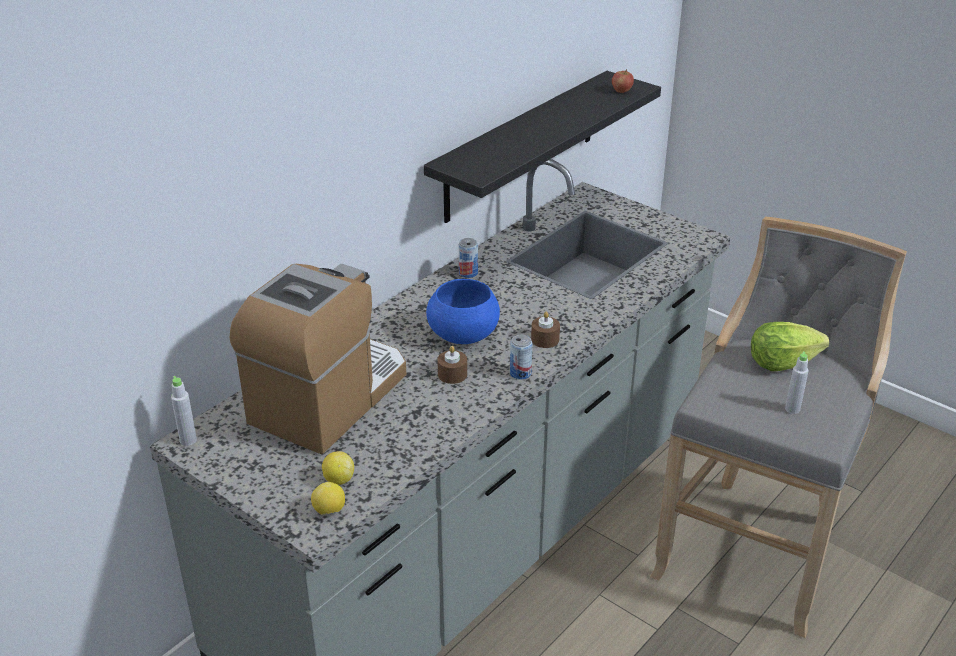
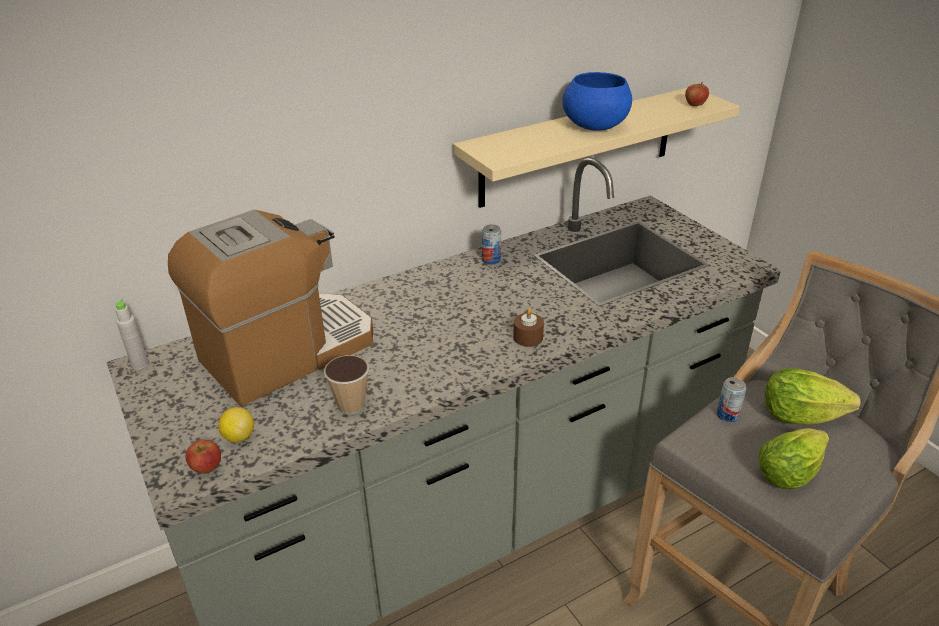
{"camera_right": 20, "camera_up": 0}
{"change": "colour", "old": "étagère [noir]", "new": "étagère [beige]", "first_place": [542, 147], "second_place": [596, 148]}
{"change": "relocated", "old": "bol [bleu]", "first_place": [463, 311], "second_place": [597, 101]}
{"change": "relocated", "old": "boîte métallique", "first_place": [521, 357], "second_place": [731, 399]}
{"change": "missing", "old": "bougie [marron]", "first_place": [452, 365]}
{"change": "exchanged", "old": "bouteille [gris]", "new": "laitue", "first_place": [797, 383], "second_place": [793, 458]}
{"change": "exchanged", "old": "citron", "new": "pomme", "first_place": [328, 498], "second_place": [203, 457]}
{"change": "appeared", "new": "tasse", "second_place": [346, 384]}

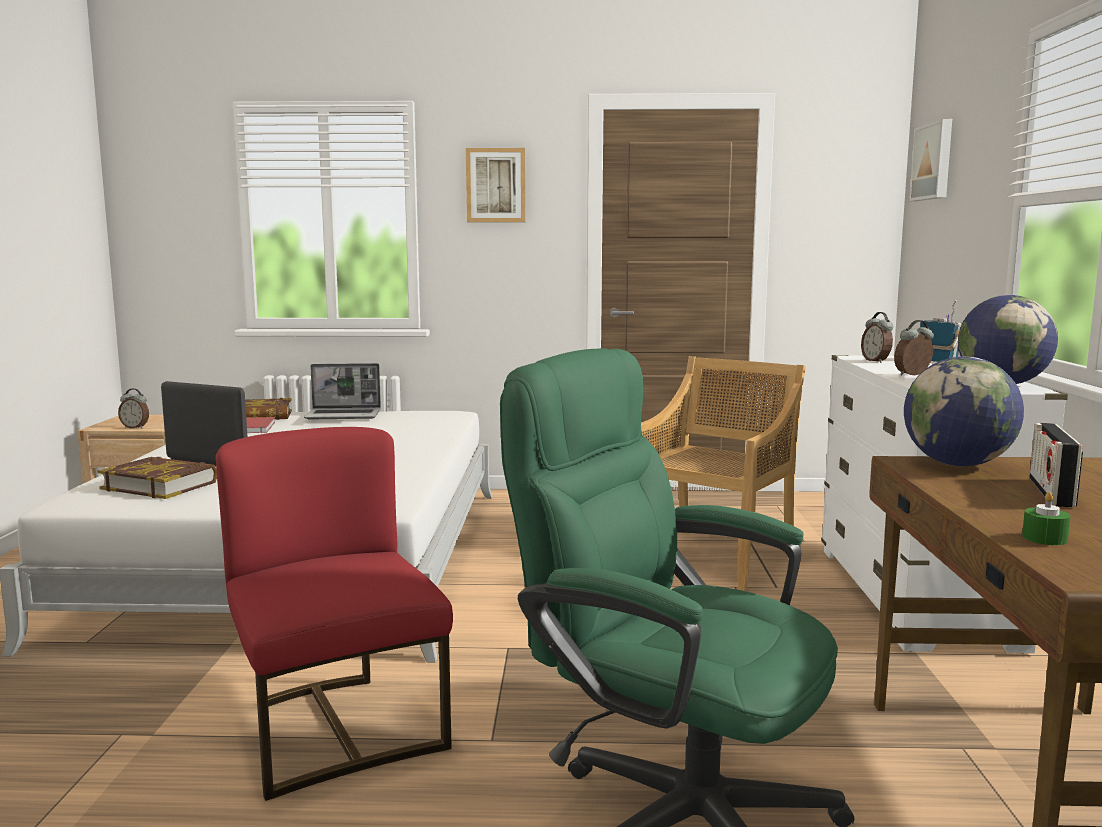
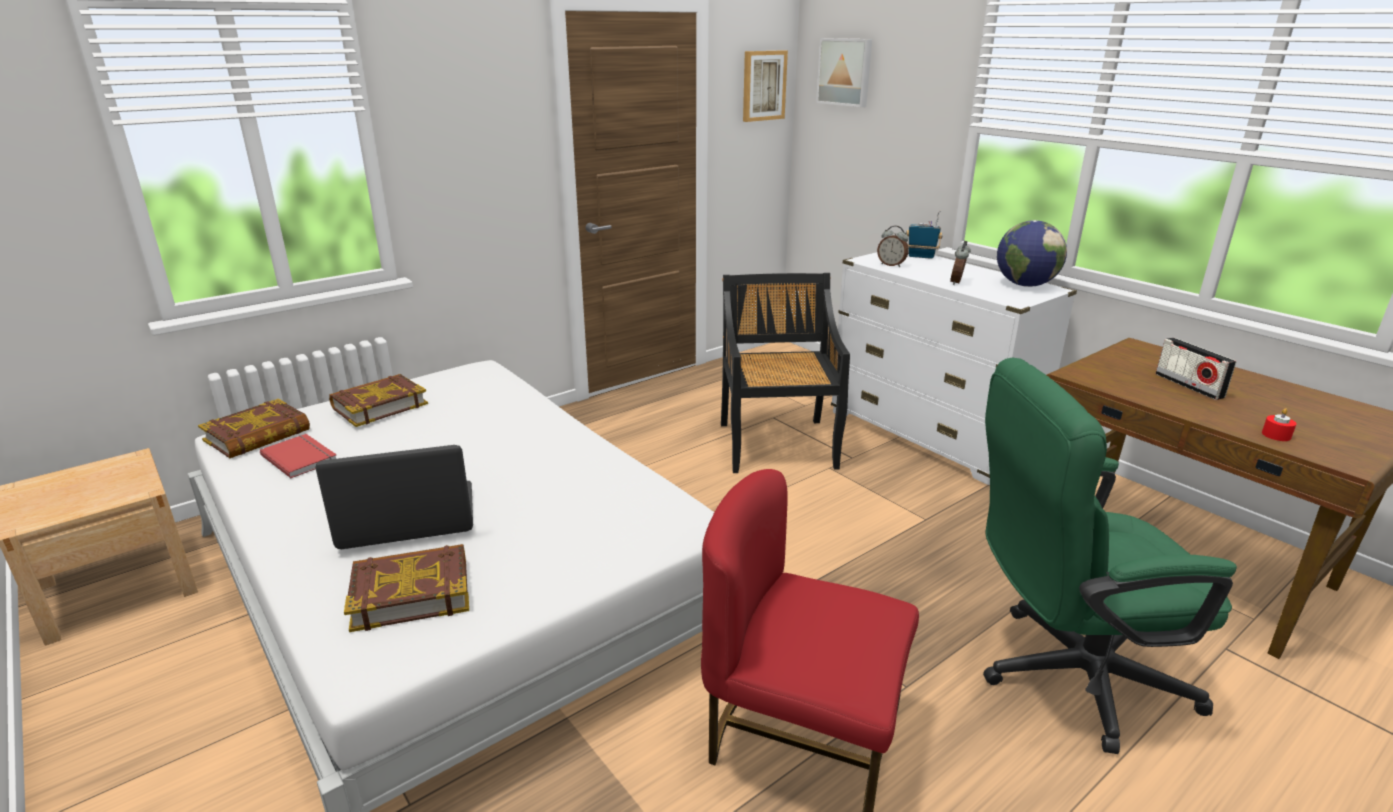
{"camera_right": -40, "camera_up": 15}
{"change": "relocated", "old": "tableau", "first_place": [496, 185], "second_place": [765, 86]}
{"change": "colour", "old": "chaise [beige]", "new": "chaise [noir]", "first_place": [723, 473], "second_place": [785, 373]}
{"change": "missing", "old": "globe", "first_place": [964, 411]}
{"change": "exchanged", "old": "ordinateur portable", "new": "livre", "first_place": [342, 391], "second_place": [378, 400]}
{"change": "missing", "old": "réveil", "first_place": [133, 409]}
{"change": "colour", "old": "bougie [vert]", "new": "bougie [rouge]", "first_place": [1046, 518], "second_place": [1279, 424]}

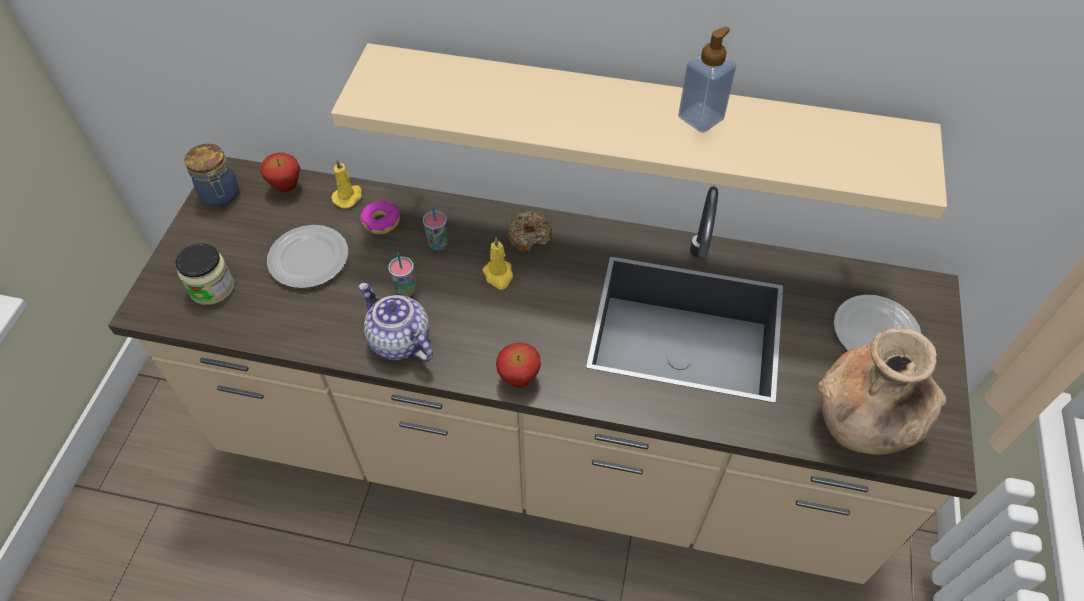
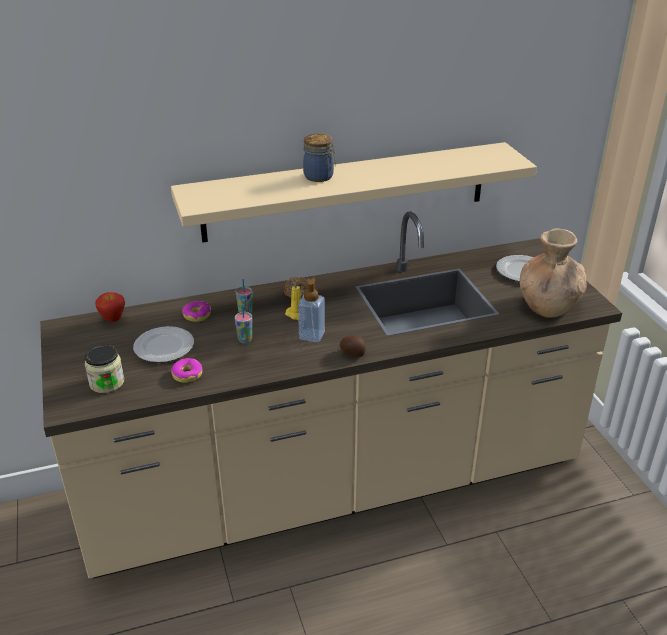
{"camera_right": -30, "camera_up": -20}
{"change": "relocated", "old": "distributeur de savon", "first_place": [707, 79], "second_place": [311, 310]}
{"change": "relocated", "old": "bocal", "first_place": [211, 175], "second_place": [319, 158]}
{"change": "missing", "old": "bougie [jaune]", "first_place": [346, 183]}
{"change": "missing", "old": "théière", "first_place": [396, 322]}
{"change": "exchanged", "old": "pomme", "new": "pomme de terre", "first_place": [518, 365], "second_place": [353, 346]}
{"change": "appeared", "new": "beignet", "second_place": [187, 370]}

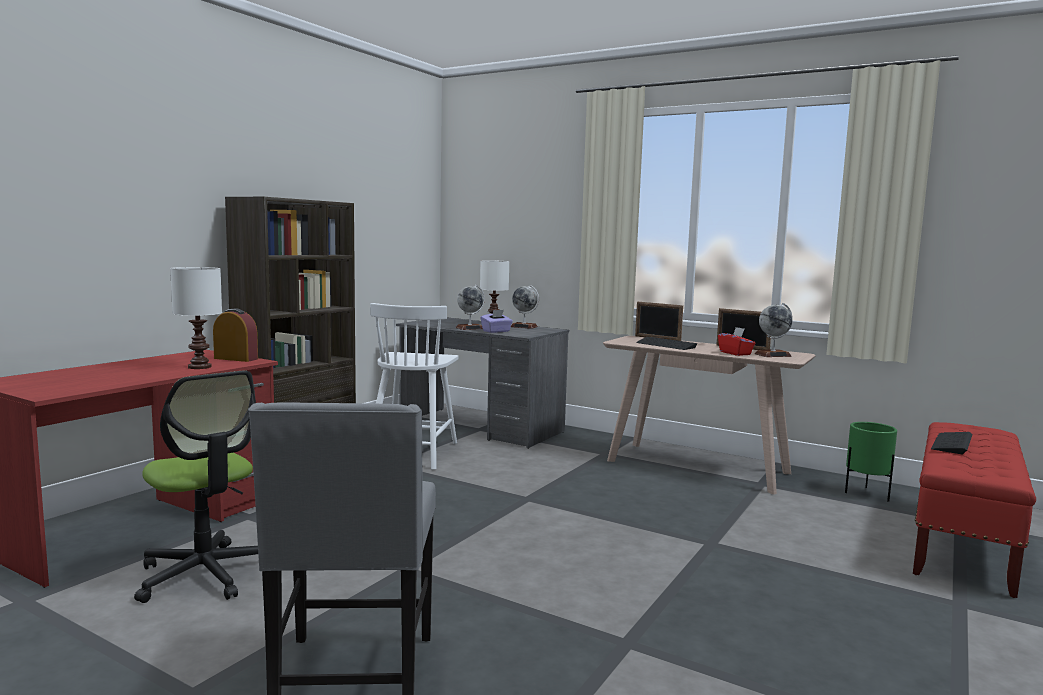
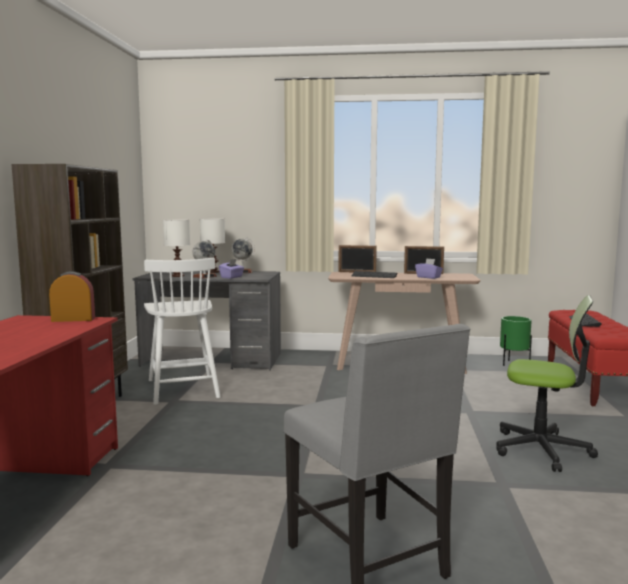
{"camera_right": -25, "camera_up": 0}
{"change": "relocated", "old": "lampe de table [blanc]", "first_place": [196, 318], "second_place": [176, 248]}
{"change": "missing", "old": "globe", "first_place": [774, 330]}
{"change": "colour", "old": "boîte à mouchoirs [rouge]", "new": "boîte à mouchoirs [violet]", "first_place": [736, 341], "second_place": [429, 268]}
{"change": "relocated", "old": "chaise de bureau", "first_place": [196, 486], "second_place": [547, 383]}

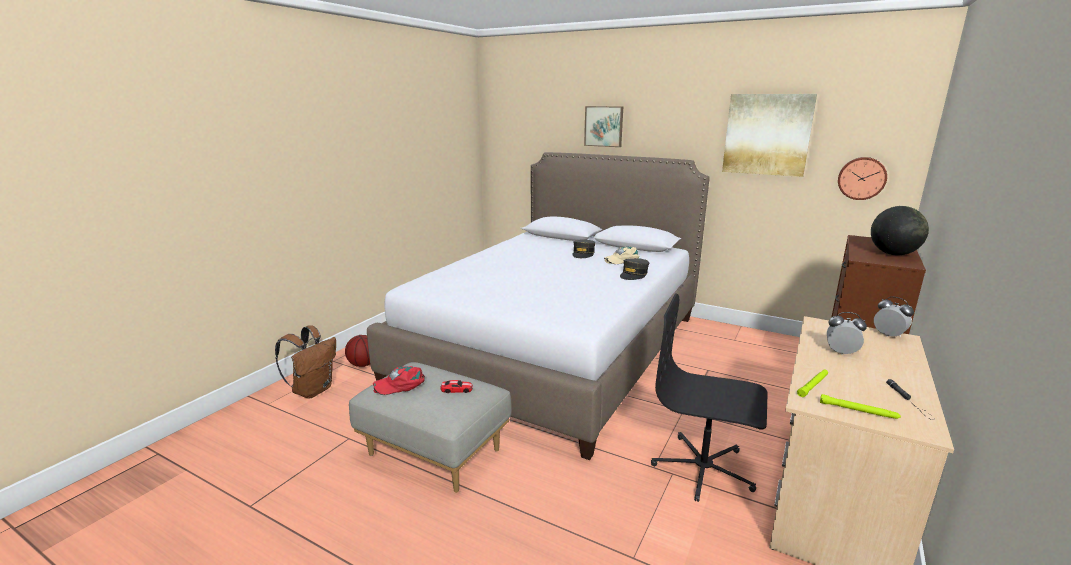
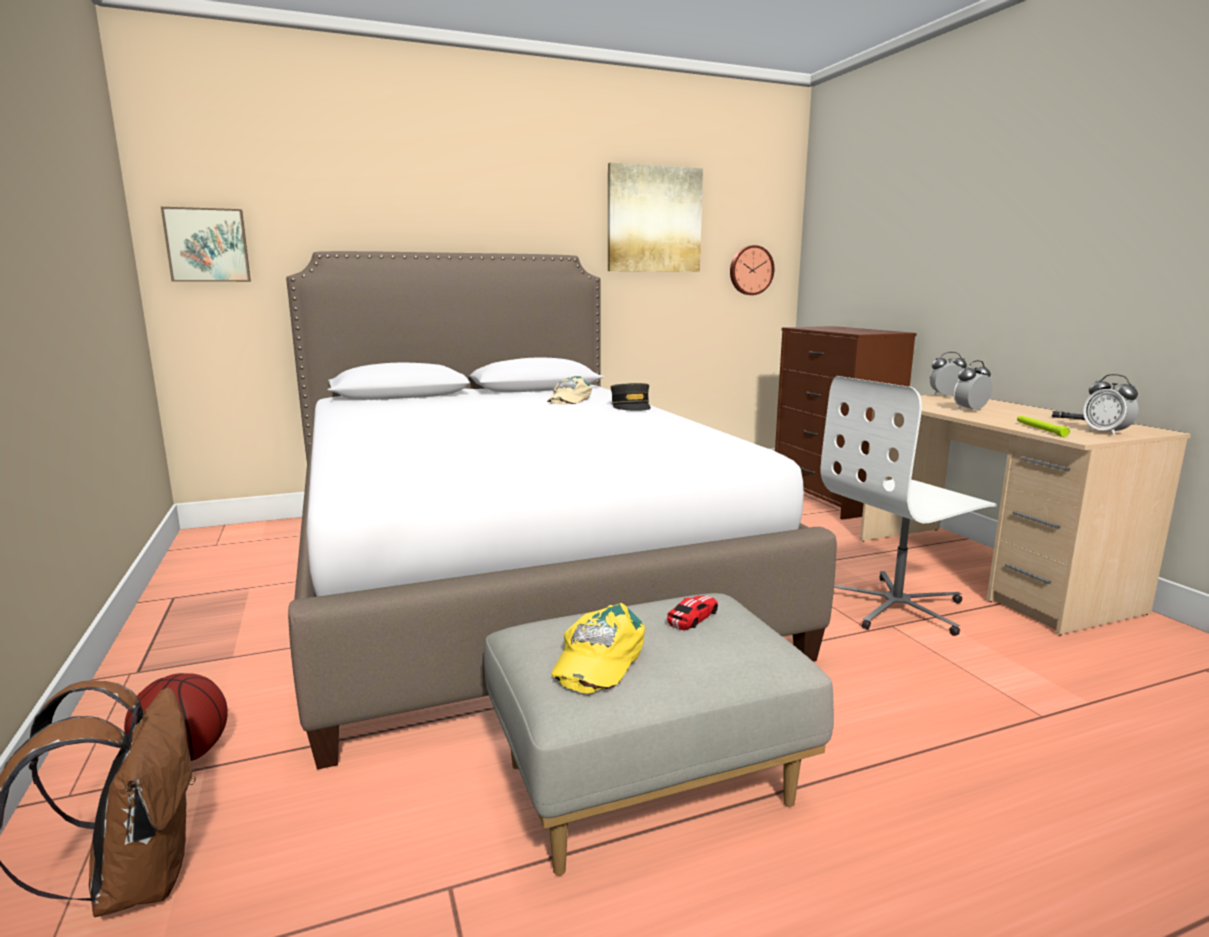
{"camera_right": -50, "camera_up": -5}
{"change": "relocated", "old": "tableau", "first_place": [603, 126], "second_place": [206, 244]}
{"change": "missing", "old": "globe", "first_place": [900, 230]}
{"change": "missing", "old": "casquette [gris]", "first_place": [584, 249]}
{"change": "colour", "old": "chaise de bureau [noir]", "new": "chaise de bureau [blanc]", "first_place": [709, 397], "second_place": [908, 506]}
{"change": "colour", "old": "casquette [rouge]", "new": "casquette [jaune]", "first_place": [398, 380], "second_place": [598, 648]}
{"change": "exchanged", "old": "lampe de poche [vert]", "new": "réveil", "first_place": [860, 406], "second_place": [1111, 405]}

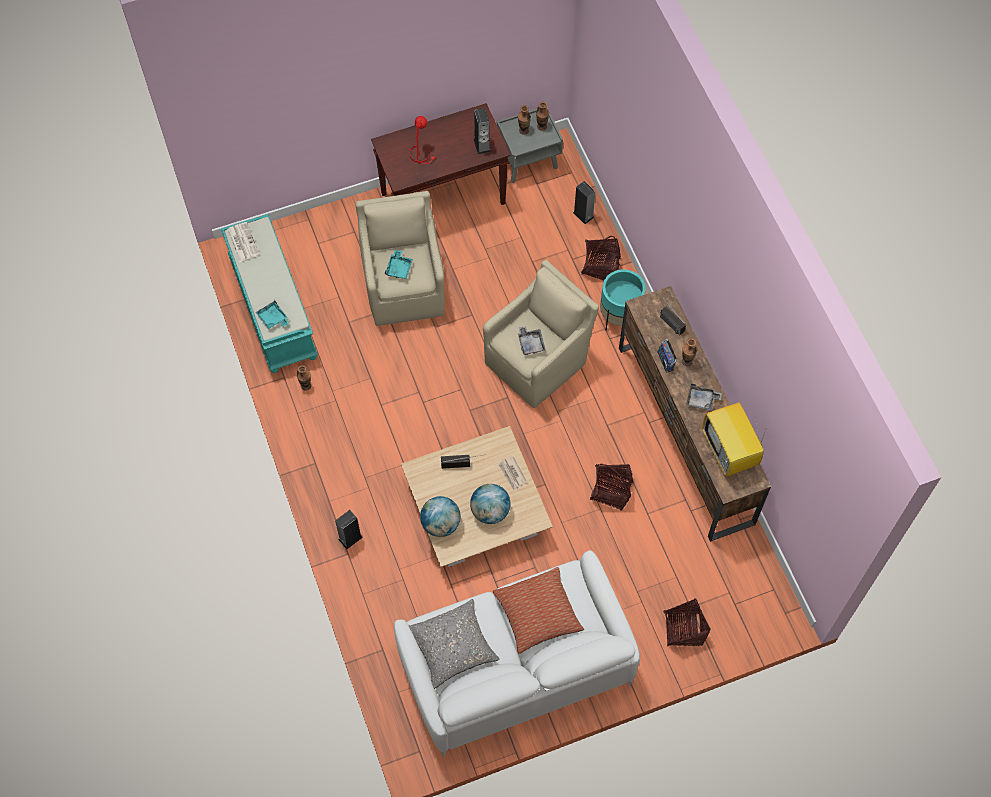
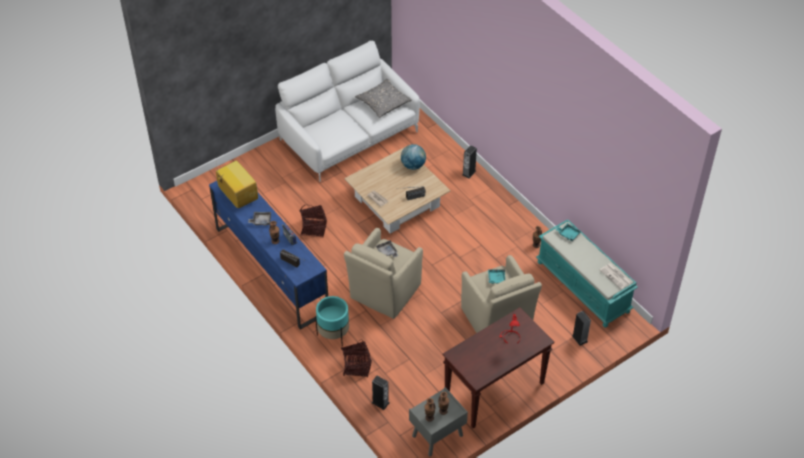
{"camera_right": 165, "camera_up": -15}
{"change": "relocated", "old": "enceinte", "first_place": [482, 131], "second_place": [581, 328]}
{"change": "colour", "old": "meuble télé [marron]", "new": "meuble télé [bleu]", "first_place": [695, 414], "second_place": [268, 255]}
{"change": "missing", "old": "globe", "first_place": [490, 504]}
{"change": "missing", "old": "coussin", "first_place": [538, 610]}
{"change": "missing", "old": "panier", "first_place": [687, 622]}

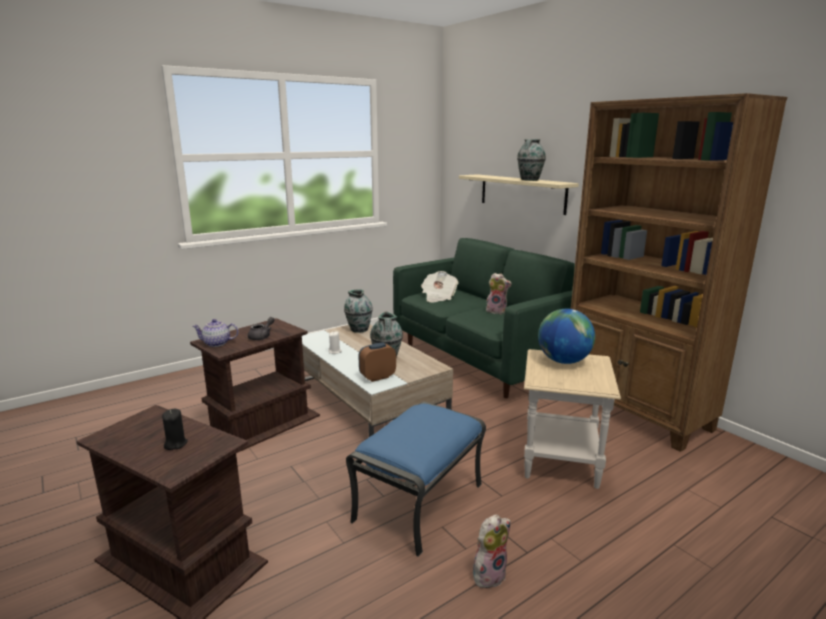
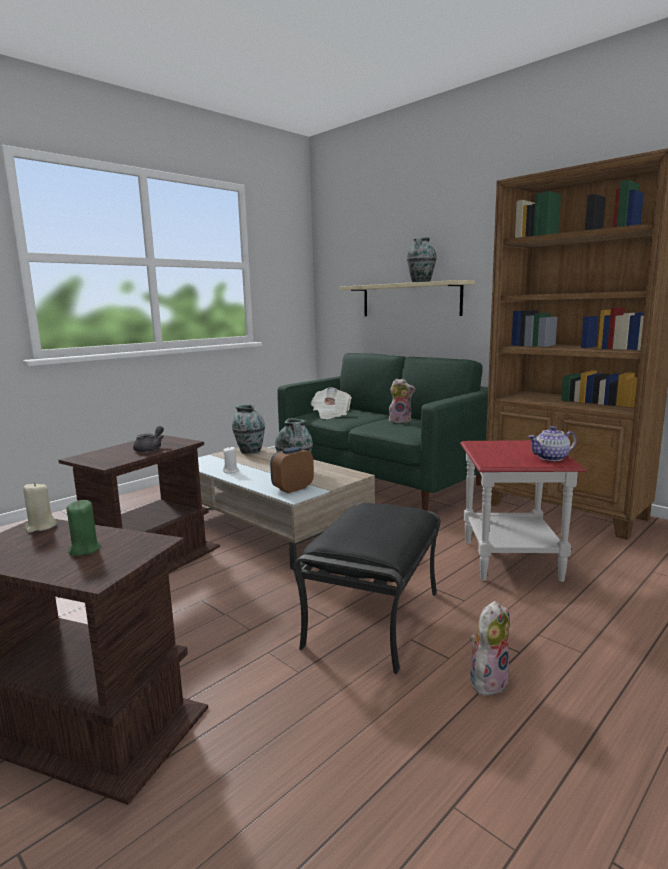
{"camera_right": -10, "camera_up": -5}
{"change": "missing", "old": "globe", "first_place": [566, 336]}
{"change": "relocated", "old": "théière", "first_place": [215, 333], "second_place": [552, 443]}
{"change": "colour", "old": "table d'appoint [beige]", "new": "table d'appoint [rouge]", "first_place": [572, 419], "second_place": [523, 511]}
{"change": "colour", "old": "pouf [bleu]", "new": "pouf [noir]", "first_place": [416, 479], "second_place": [367, 588]}
{"change": "colour", "old": "bougie [noir]", "new": "bougie [vert]", "first_place": [175, 429], "second_place": [83, 528]}
{"change": "appeared", "new": "bougie [beige]", "second_place": [40, 507]}

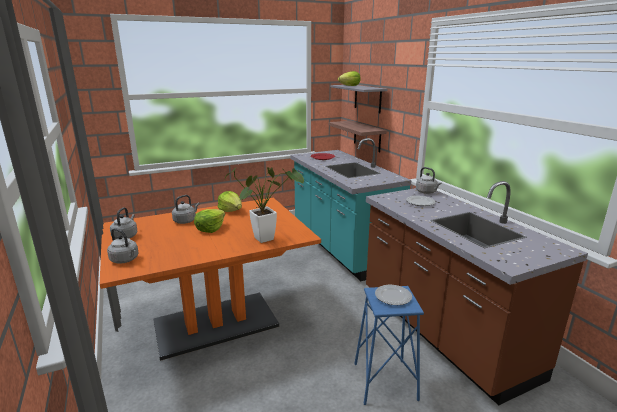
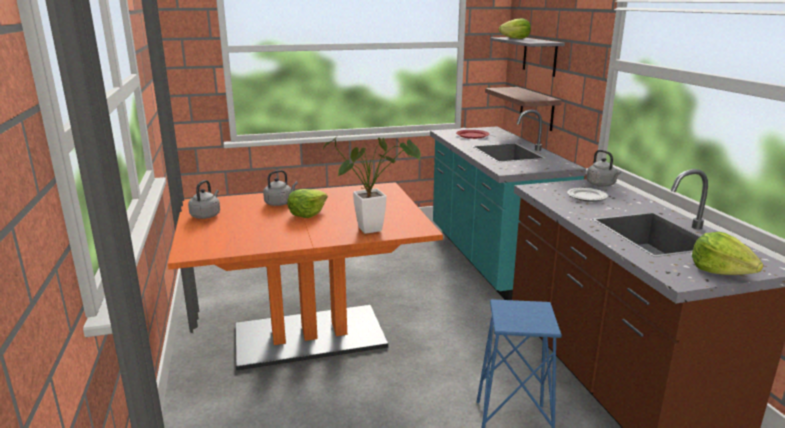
{"camera_right": 10, "camera_up": 0}
{"change": "relocated", "old": "laitue", "first_place": [230, 201], "second_place": [728, 253]}
{"change": "missing", "old": "bouilloire [gris]", "first_place": [123, 246]}
{"change": "missing", "old": "assiette", "first_place": [393, 295]}

